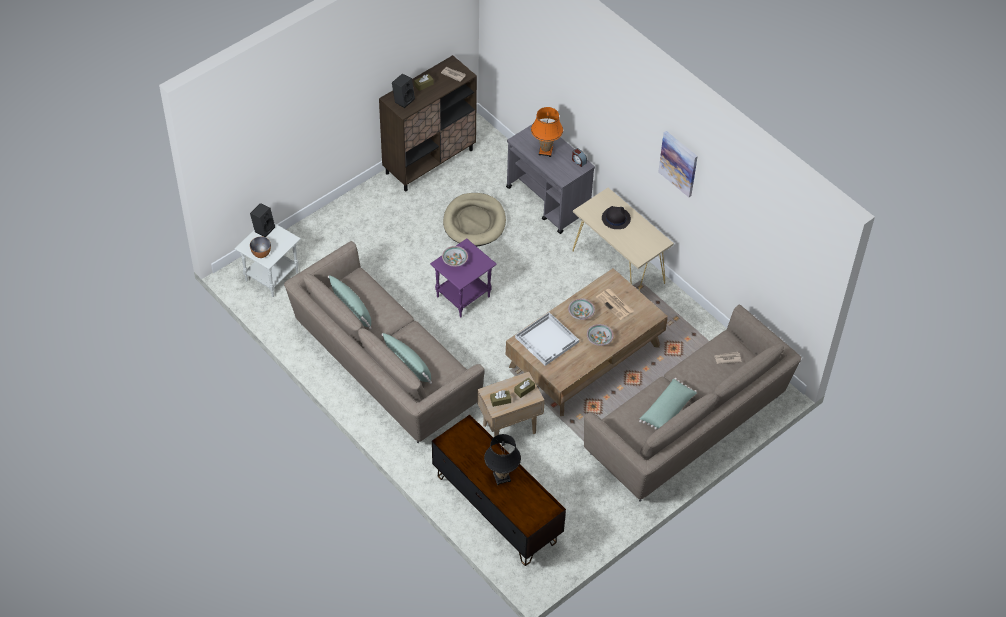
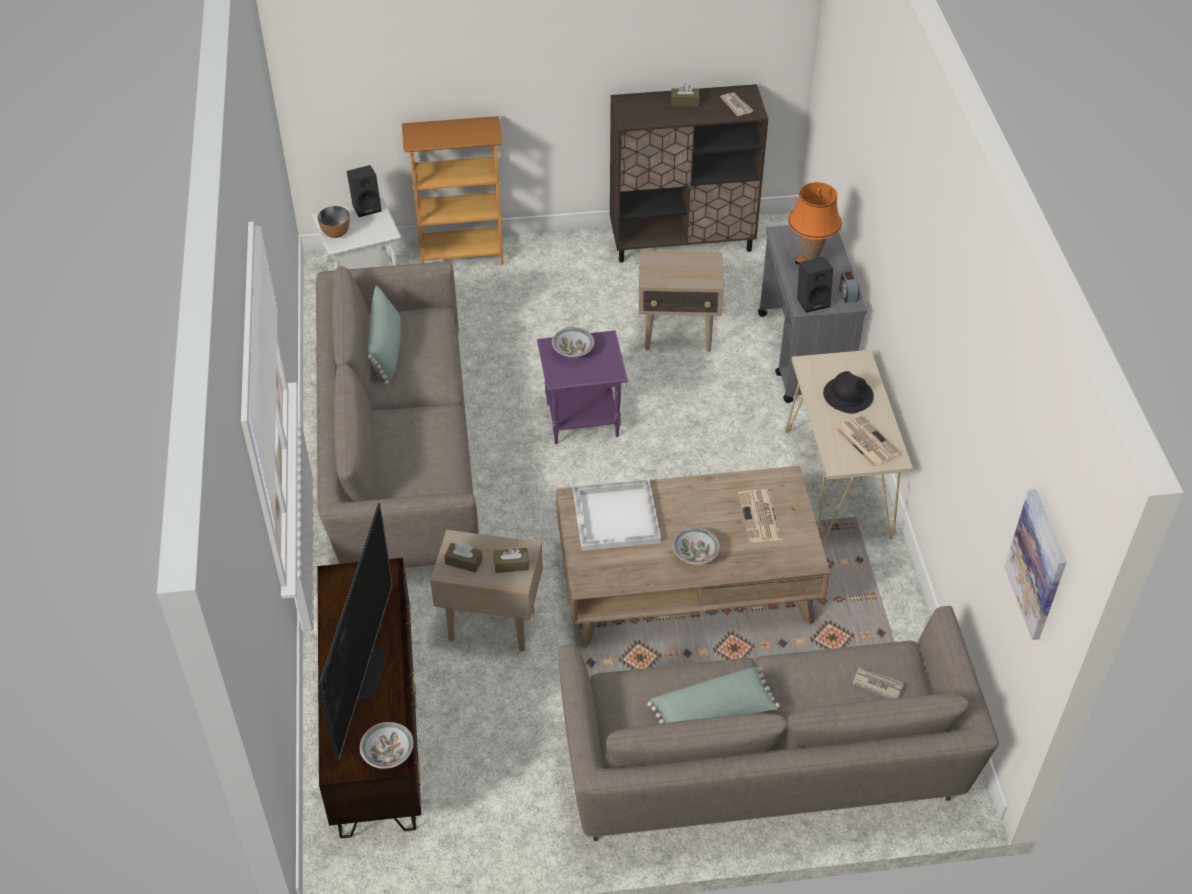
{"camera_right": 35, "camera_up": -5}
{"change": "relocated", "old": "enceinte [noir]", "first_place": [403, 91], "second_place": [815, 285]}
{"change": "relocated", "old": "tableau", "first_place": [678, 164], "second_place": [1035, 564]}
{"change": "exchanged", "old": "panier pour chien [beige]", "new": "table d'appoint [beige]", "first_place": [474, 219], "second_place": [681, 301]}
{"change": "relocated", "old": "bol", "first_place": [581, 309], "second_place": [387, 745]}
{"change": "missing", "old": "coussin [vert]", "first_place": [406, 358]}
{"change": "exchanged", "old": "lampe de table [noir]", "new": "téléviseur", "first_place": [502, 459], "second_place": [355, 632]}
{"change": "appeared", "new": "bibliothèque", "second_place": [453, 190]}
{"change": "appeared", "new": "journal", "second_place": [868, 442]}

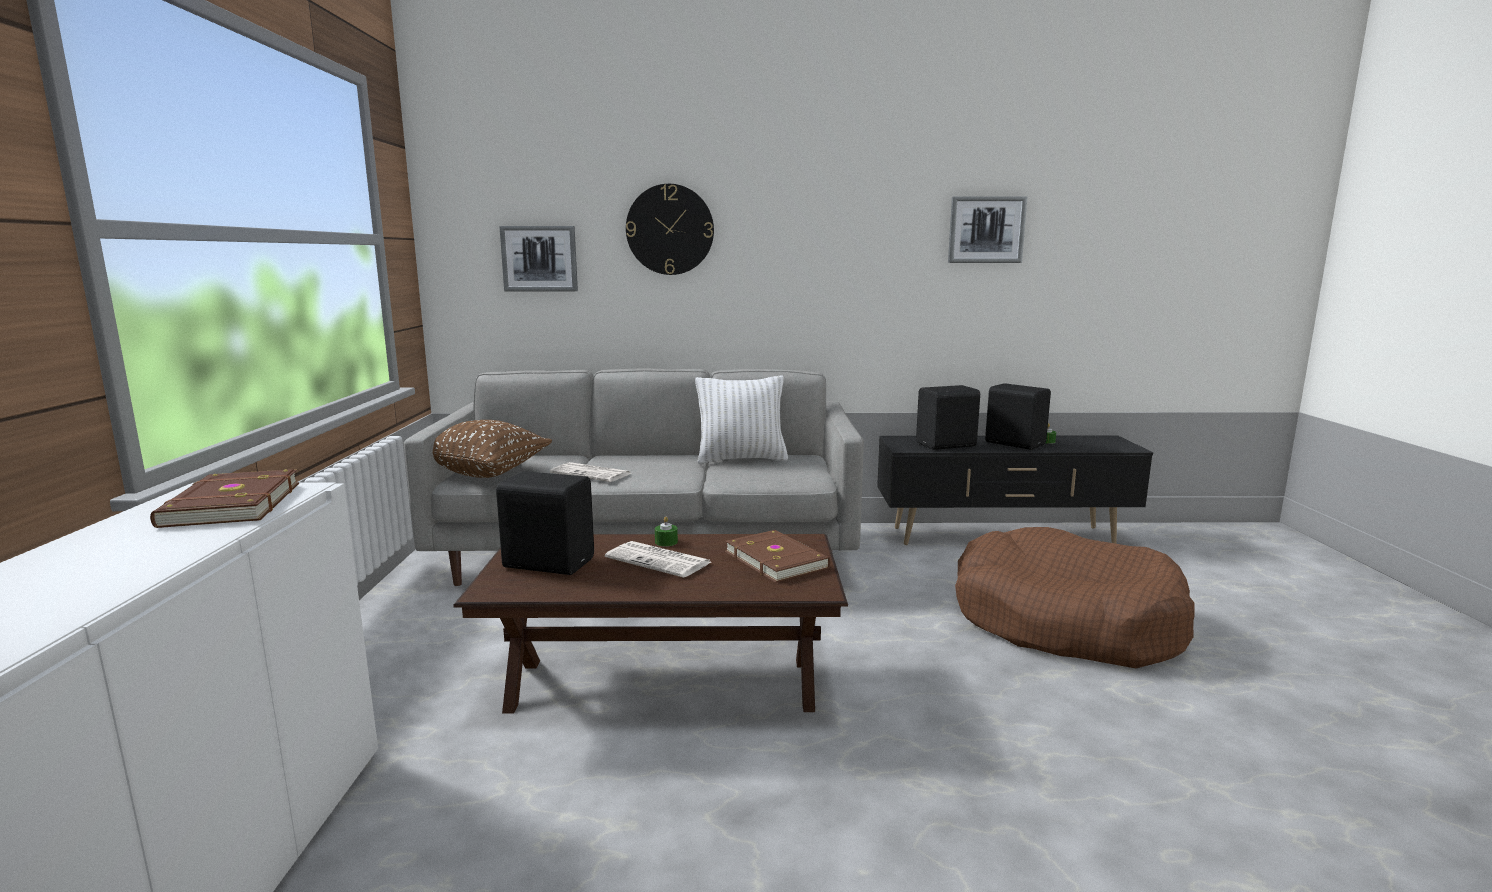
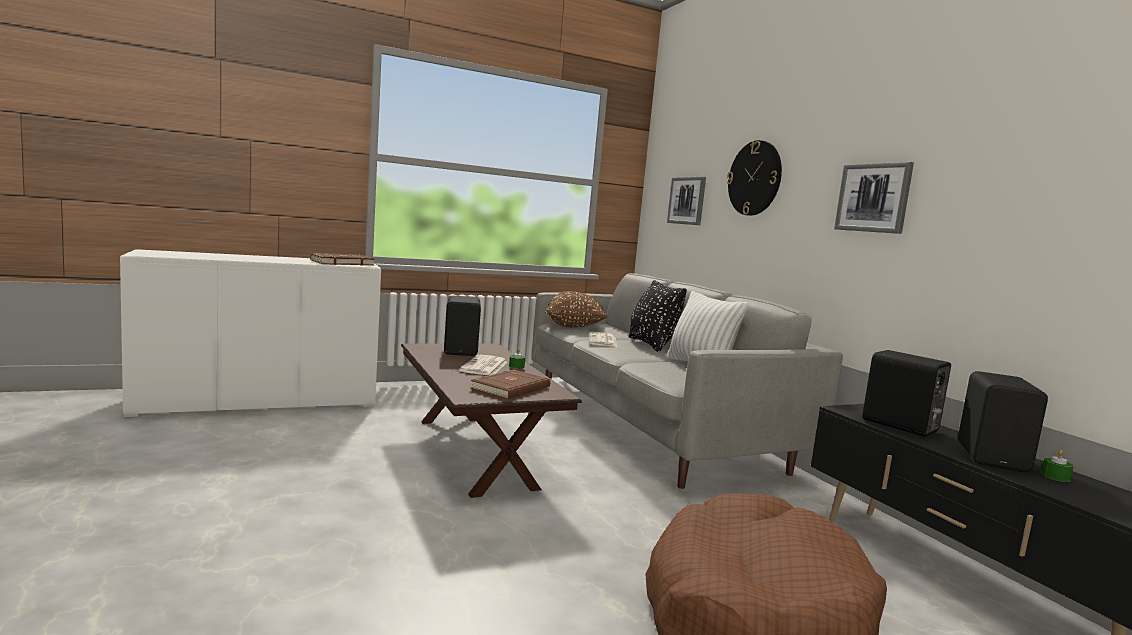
{"camera_right": 65, "camera_up": -5}
{"change": "relocated", "old": "tableau", "first_place": [987, 229], "second_place": [874, 198]}
{"change": "appeared", "new": "coussin [noir]", "second_place": [657, 316]}

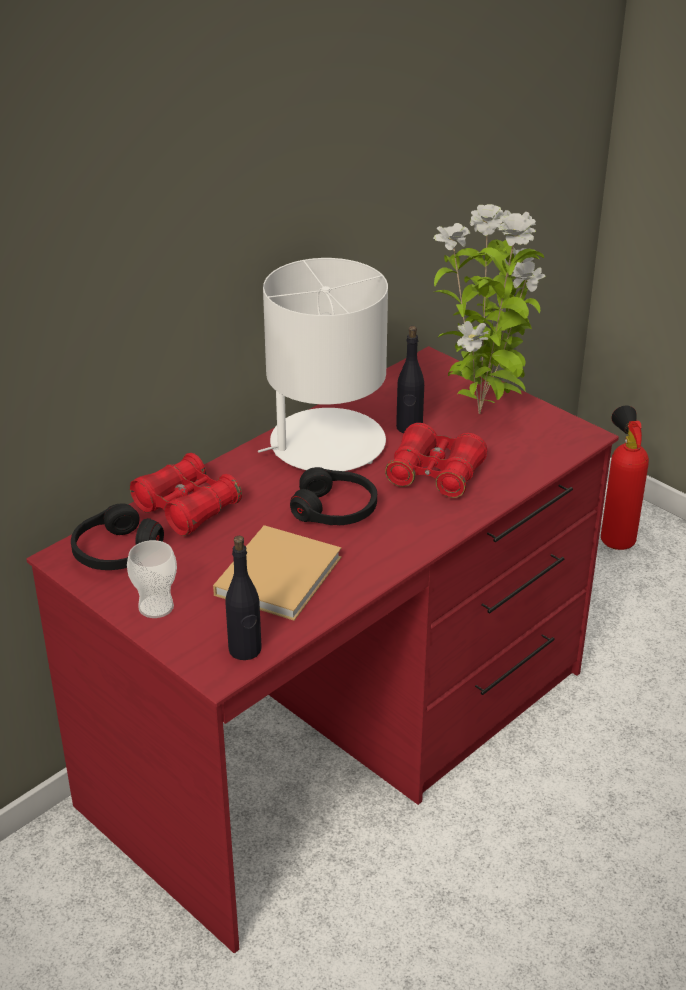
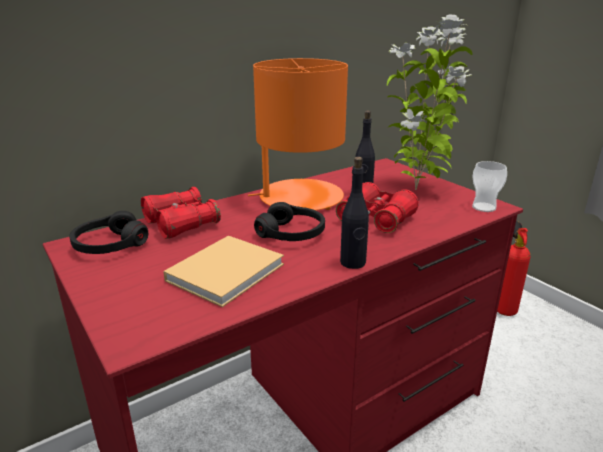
{"camera_right": 10, "camera_up": -10}
{"change": "colour", "old": "lampe de table [blanc]", "new": "lampe de table [orange]", "first_place": [323, 364], "second_place": [298, 134]}
{"change": "relocated", "old": "bouteille [noir]", "first_place": [243, 598], "second_place": [354, 213]}
{"change": "relocated", "old": "tasse", "first_place": [152, 579], "second_place": [489, 186]}

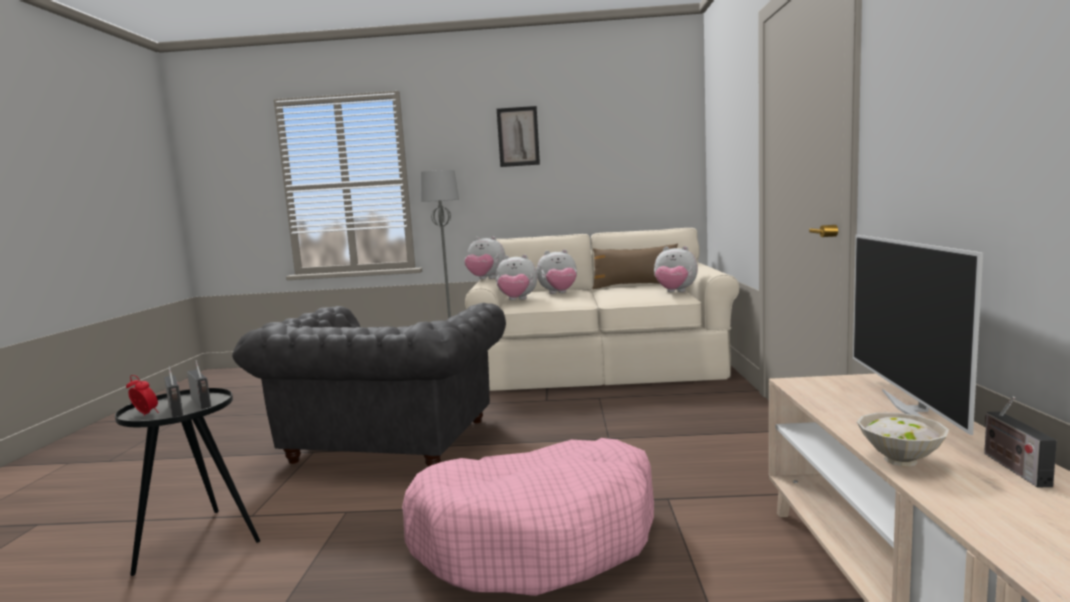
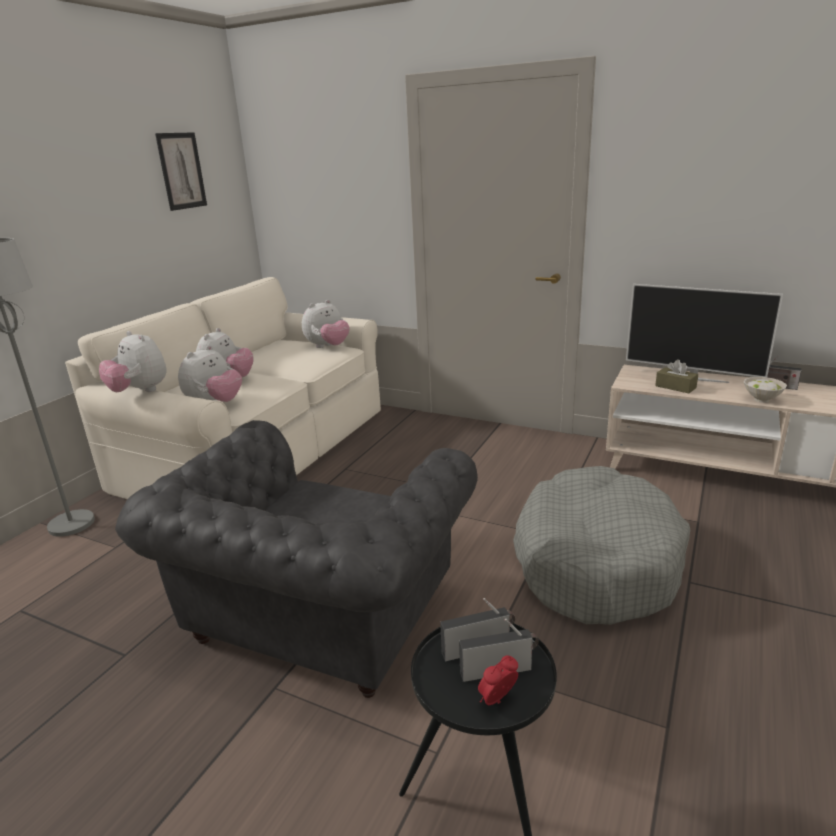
{"camera_right": -65, "camera_up": 15}
{"change": "relocated", "old": "tableau", "first_place": [518, 136], "second_place": [181, 171]}
{"change": "spun", "old": "peluche", "first_place": [485, 257], "second_place": [133, 361], "degrees": 90}
{"change": "missing", "old": "coussin [marron]", "first_place": [635, 266]}
{"change": "spun", "old": "fauteuil [gris]", "first_place": [369, 385], "second_place": [296, 559], "degrees": 75}
{"change": "colour", "old": "panier pour chien [rose]", "new": "panier pour chien [gris]", "first_place": [528, 517], "second_place": [601, 545]}
{"change": "appeared", "new": "boîte à mouchoirs [marron]", "second_place": [676, 376]}

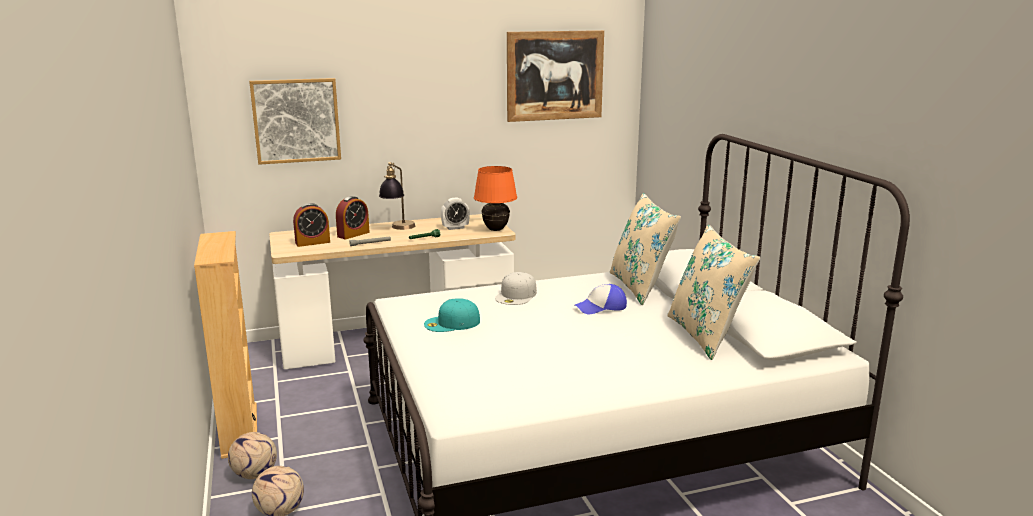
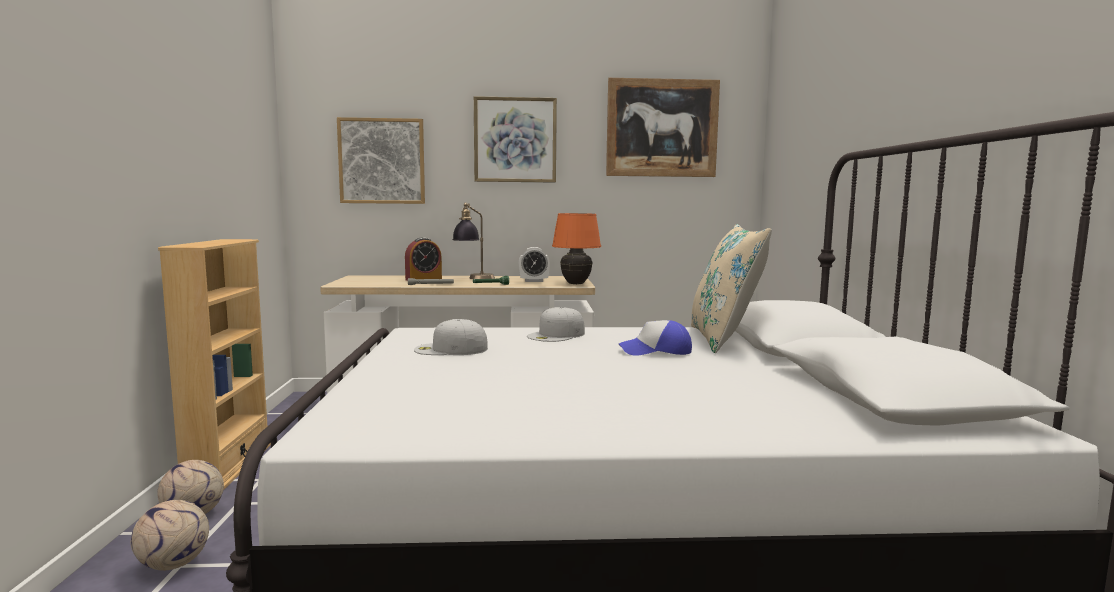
{"camera_right": 15, "camera_up": -10}
{"change": "missing", "old": "réveil", "first_place": [311, 225]}
{"change": "missing", "old": "coussin [beige]", "first_place": [713, 292]}
{"change": "colour", "old": "casquette [turquoise]", "new": "casquette [blanc]", "first_place": [452, 315], "second_place": [451, 337]}
{"change": "appeared", "new": "tableau", "second_place": [515, 139]}

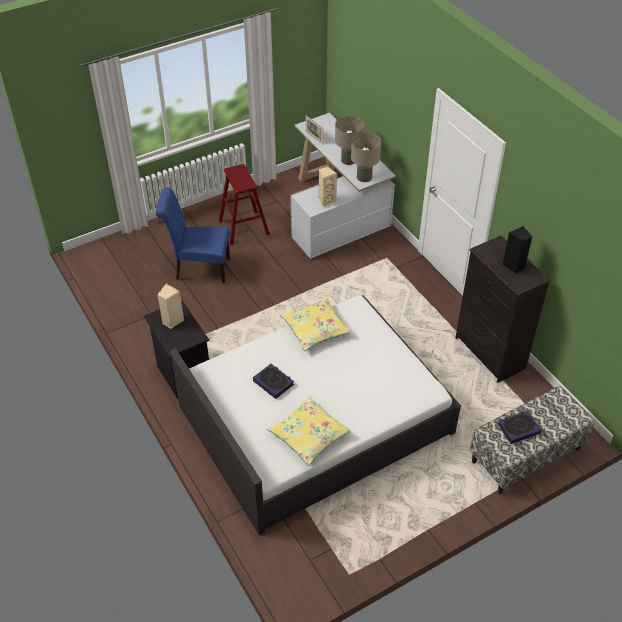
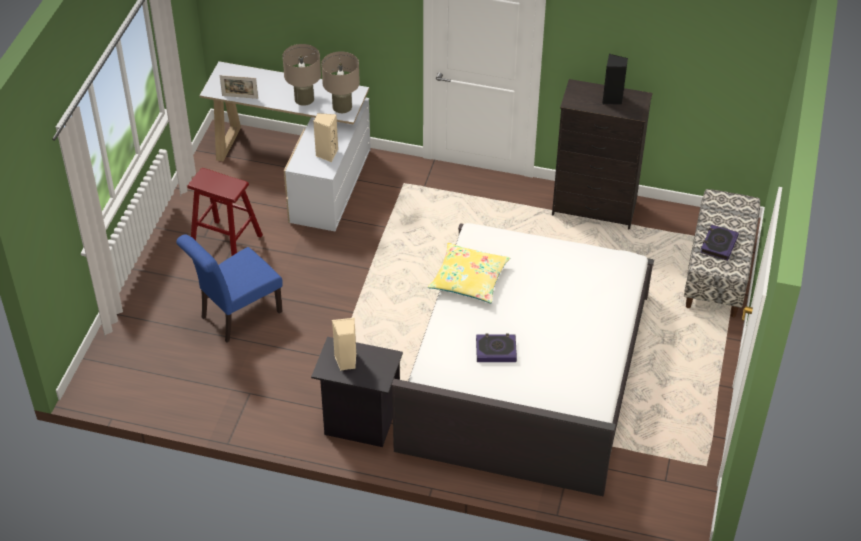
{"camera_right": -45, "camera_up": 0}
{"change": "missing", "old": "coussin [jaune]", "first_place": [309, 431]}

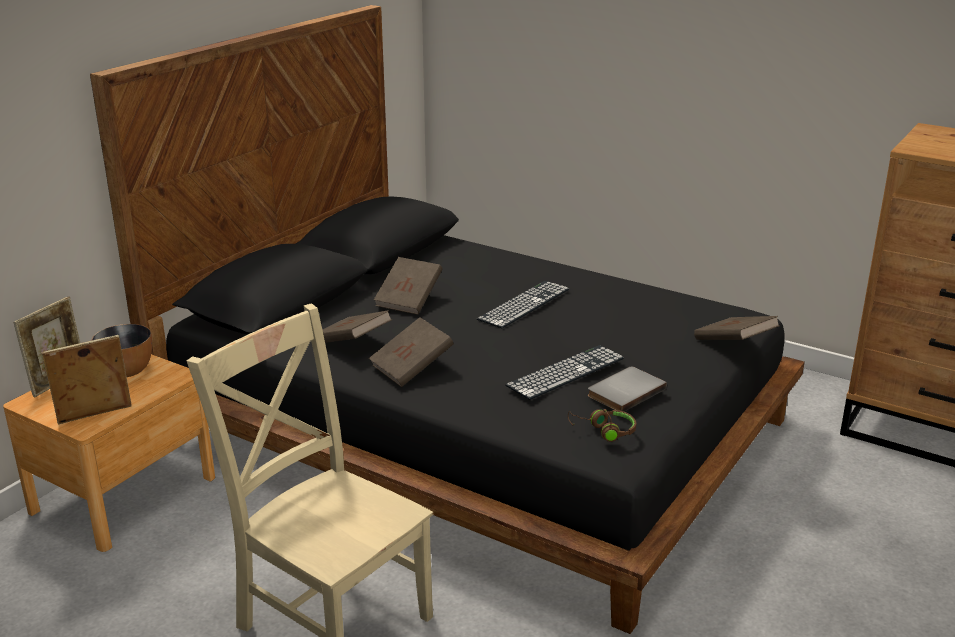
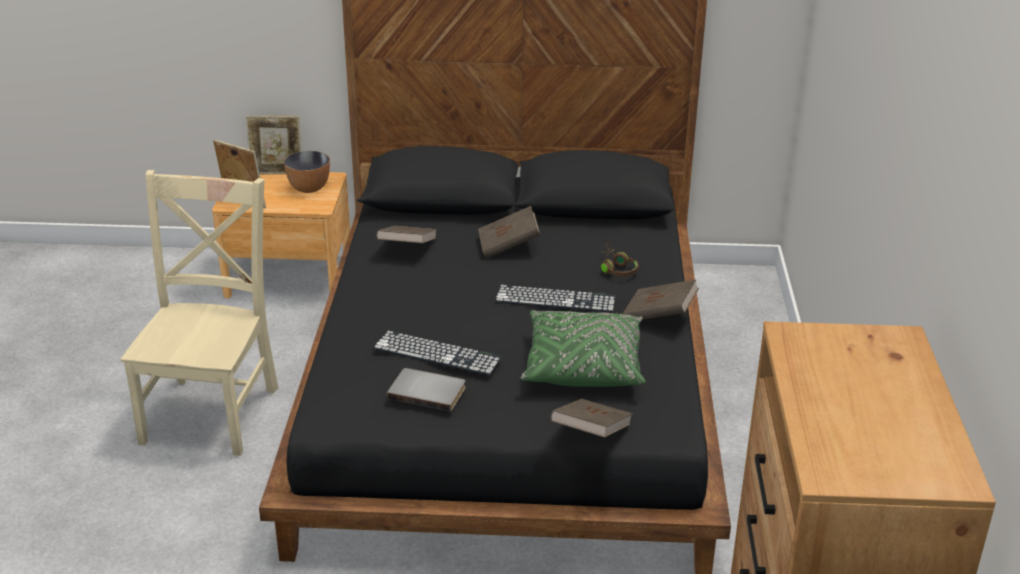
{"camera_right": 60, "camera_up": 5}
{"change": "relocated", "old": "livre [marron]", "first_place": [411, 352], "second_place": [661, 299]}
{"change": "relocated", "old": "casque audio [marron]", "first_place": [602, 425], "second_place": [620, 259]}
{"change": "appeared", "new": "coussin [vert]", "second_place": [583, 348]}

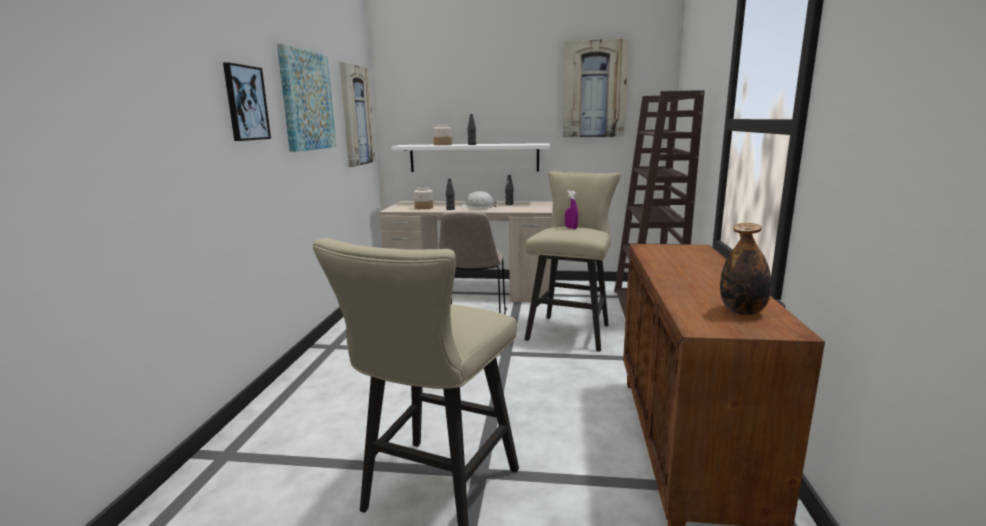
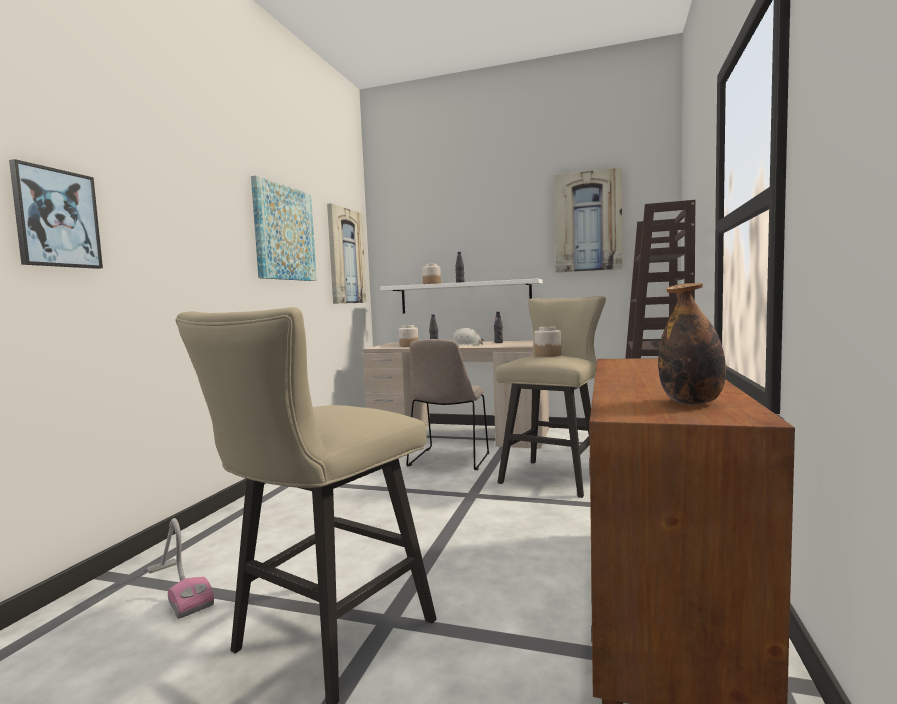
{"camera_right": 10, "camera_up": -10}
{"change": "relocated", "old": "tableau", "first_place": [247, 101], "second_place": [56, 214]}
{"change": "exchanged", "old": "vaporisateur [violet]", "new": "bocal", "first_place": [571, 209], "second_place": [547, 342]}
{"change": "appeared", "new": "aspirateur", "second_place": [180, 568]}

